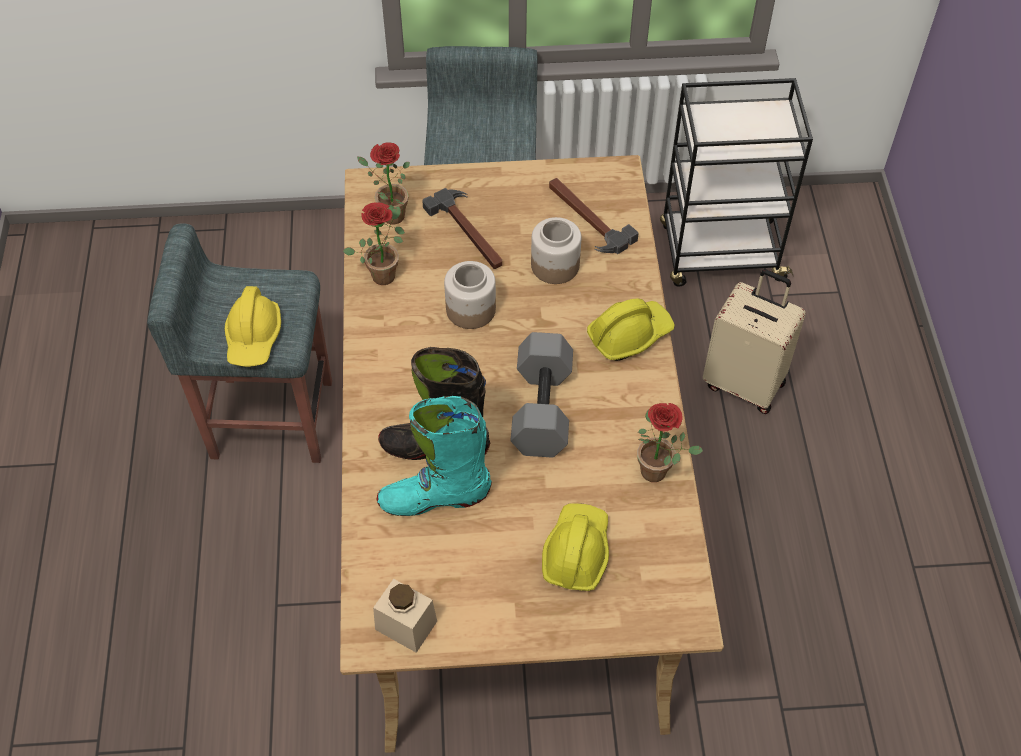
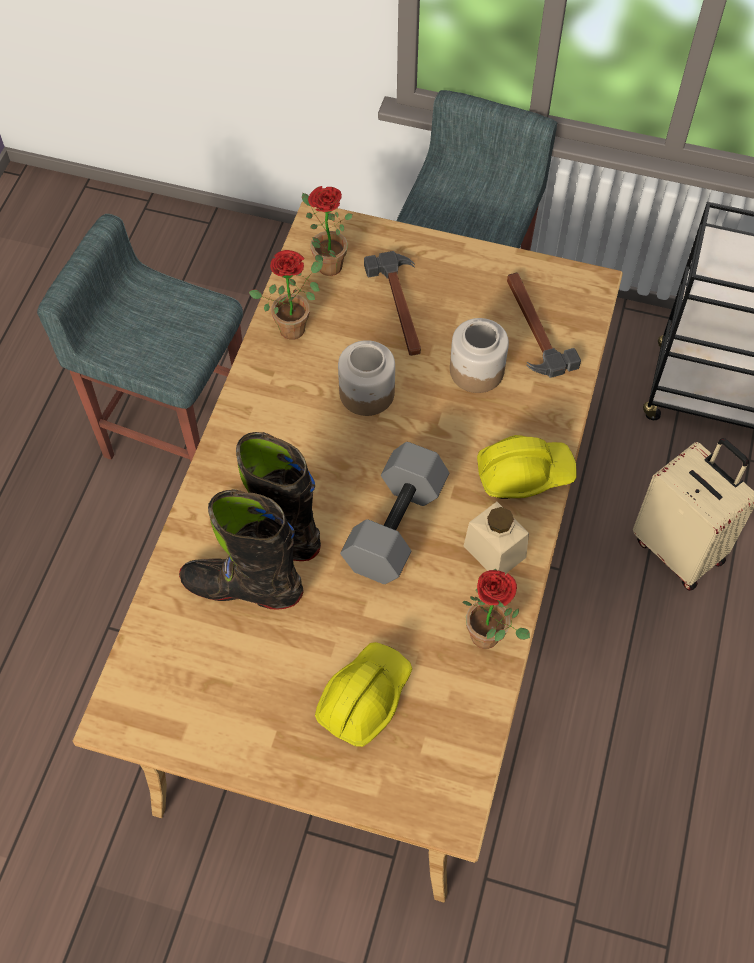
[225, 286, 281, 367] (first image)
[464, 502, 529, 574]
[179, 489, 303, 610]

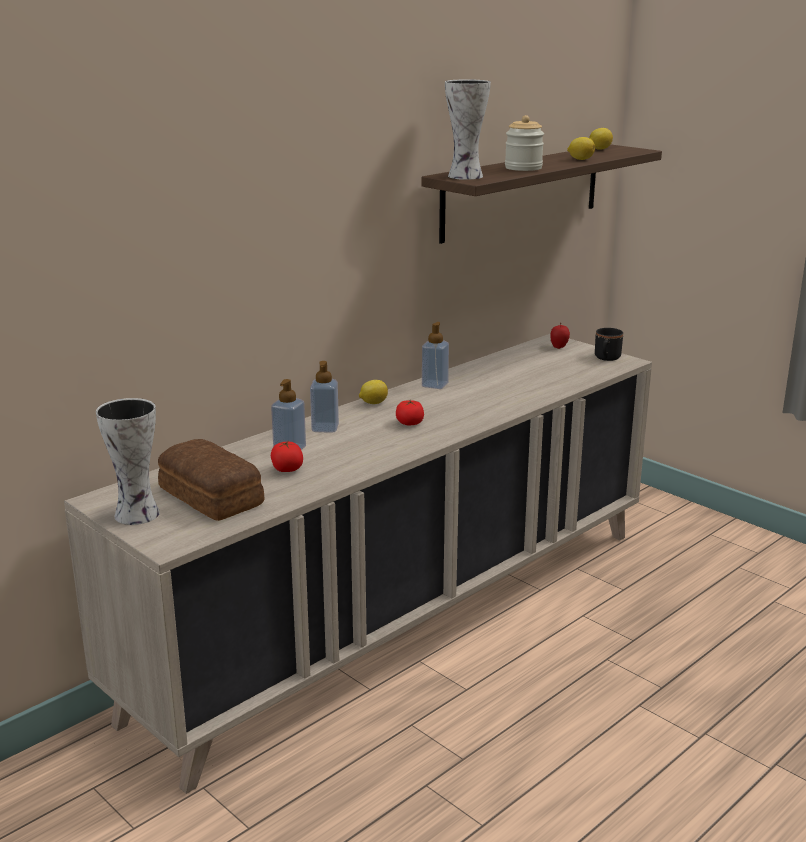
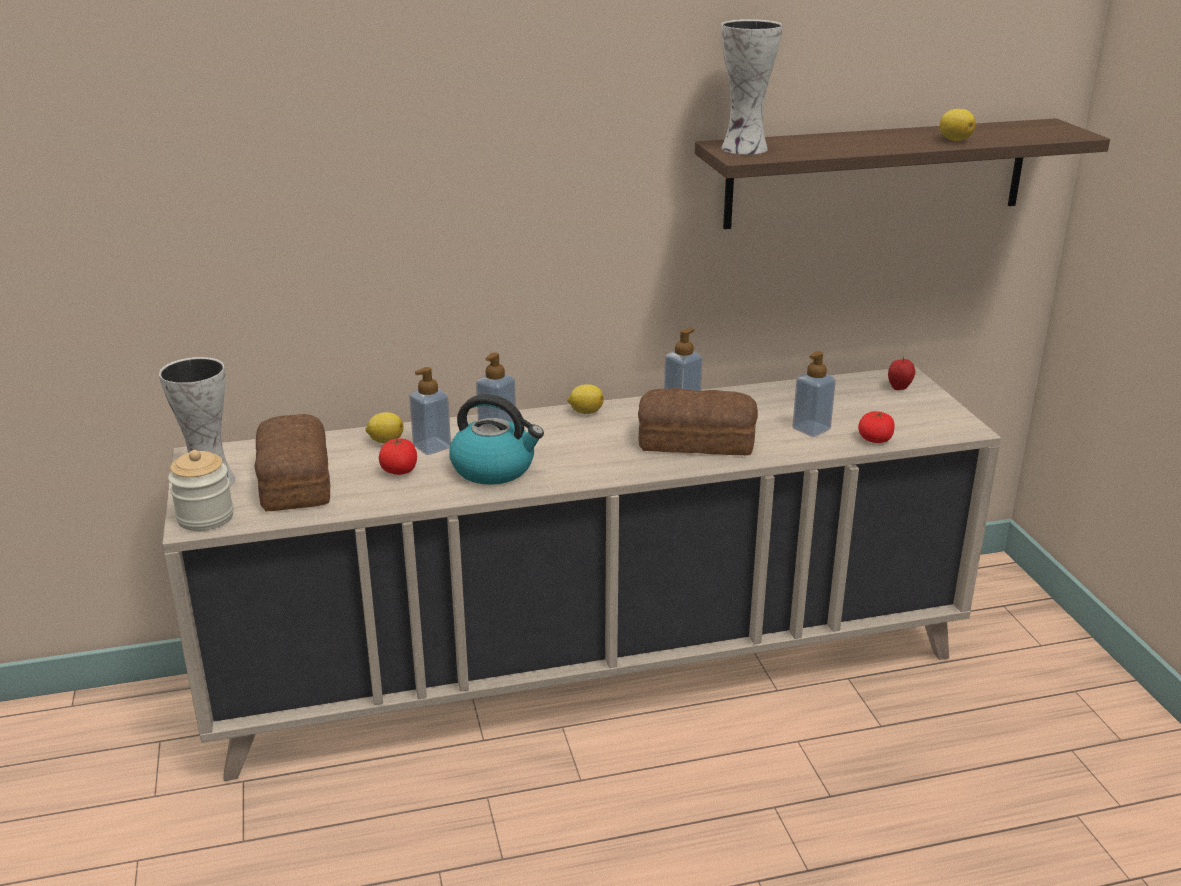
[858, 411, 895, 443]
[168, 450, 234, 531]
[365, 412, 404, 443]
[595, 328, 623, 361] (first image)
[449, 394, 544, 485]
[638, 388, 758, 455]
[792, 351, 836, 437]

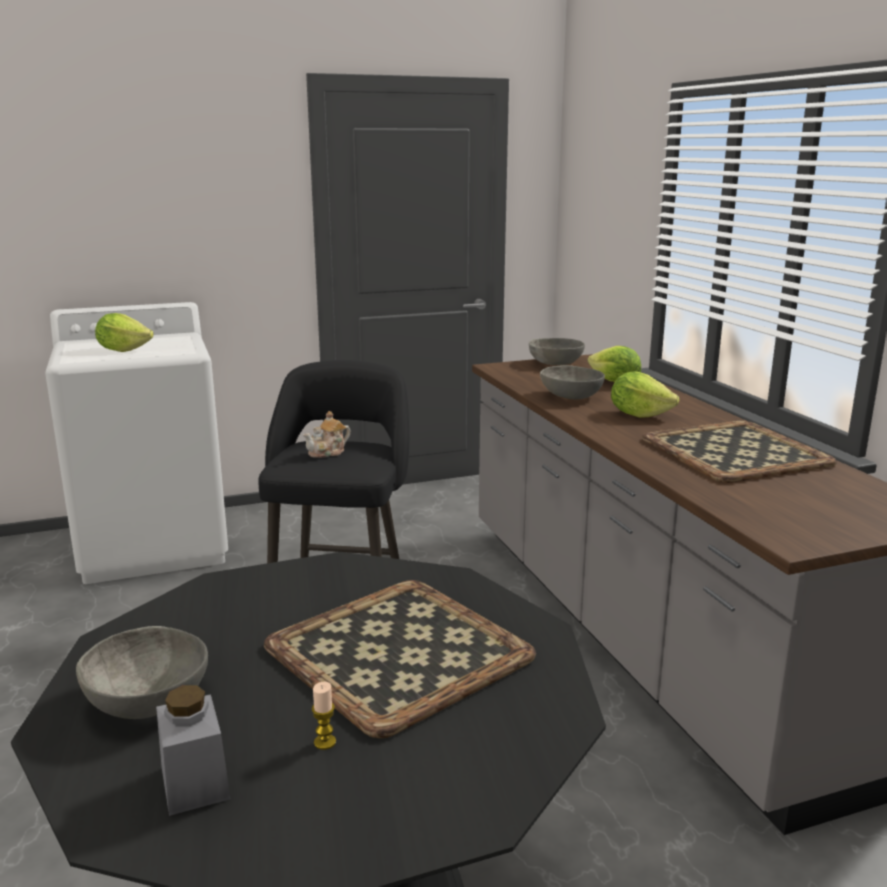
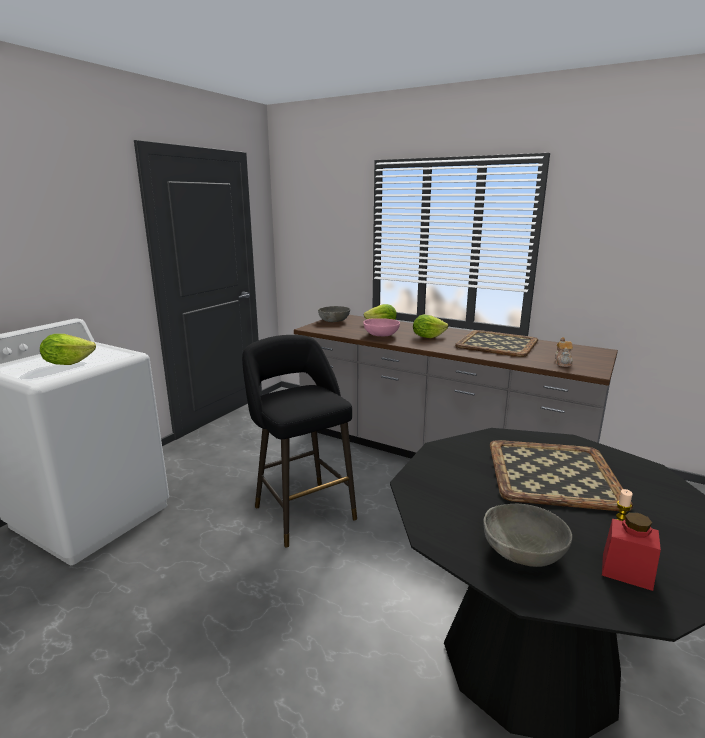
[602, 512, 661, 591]
[555, 337, 573, 367]
[363, 319, 400, 336]

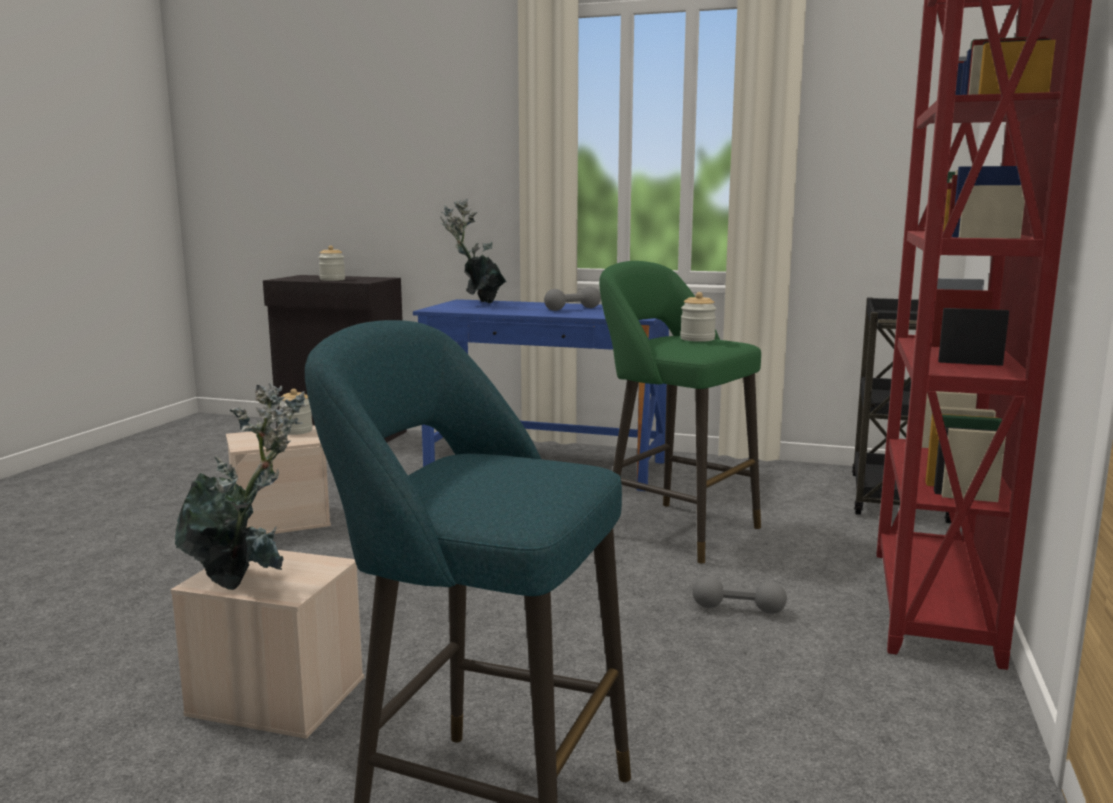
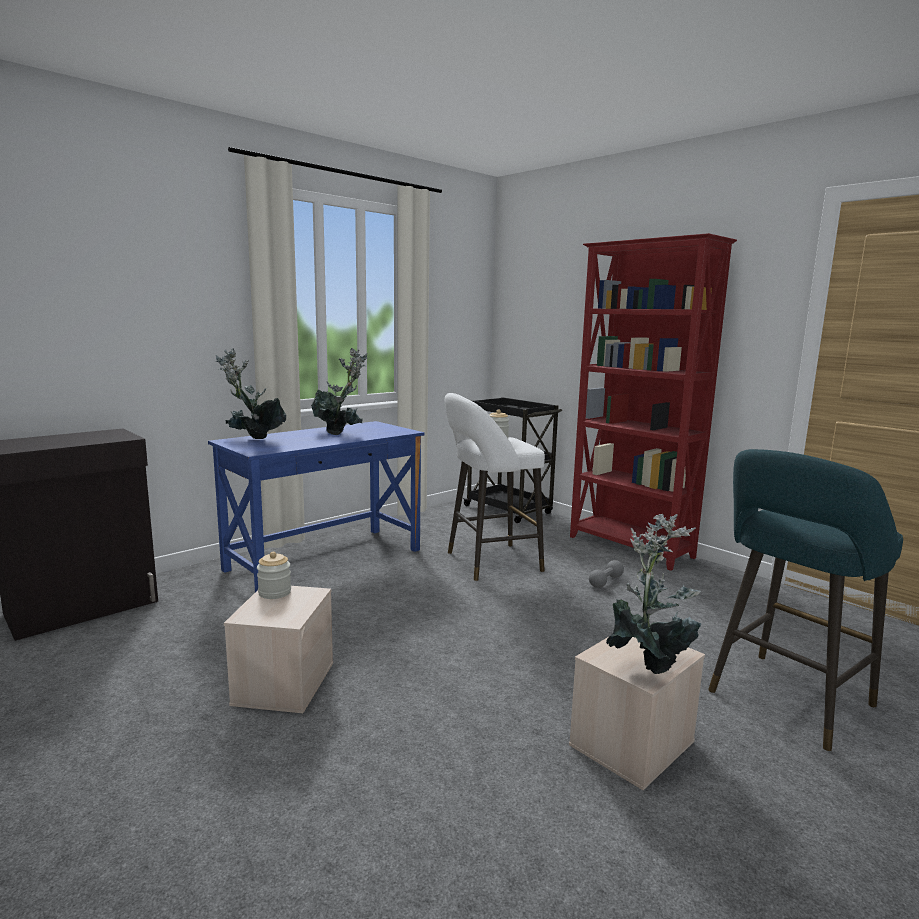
[318, 245, 345, 281] (first image)
[311, 348, 368, 435]
[445, 393, 545, 581]

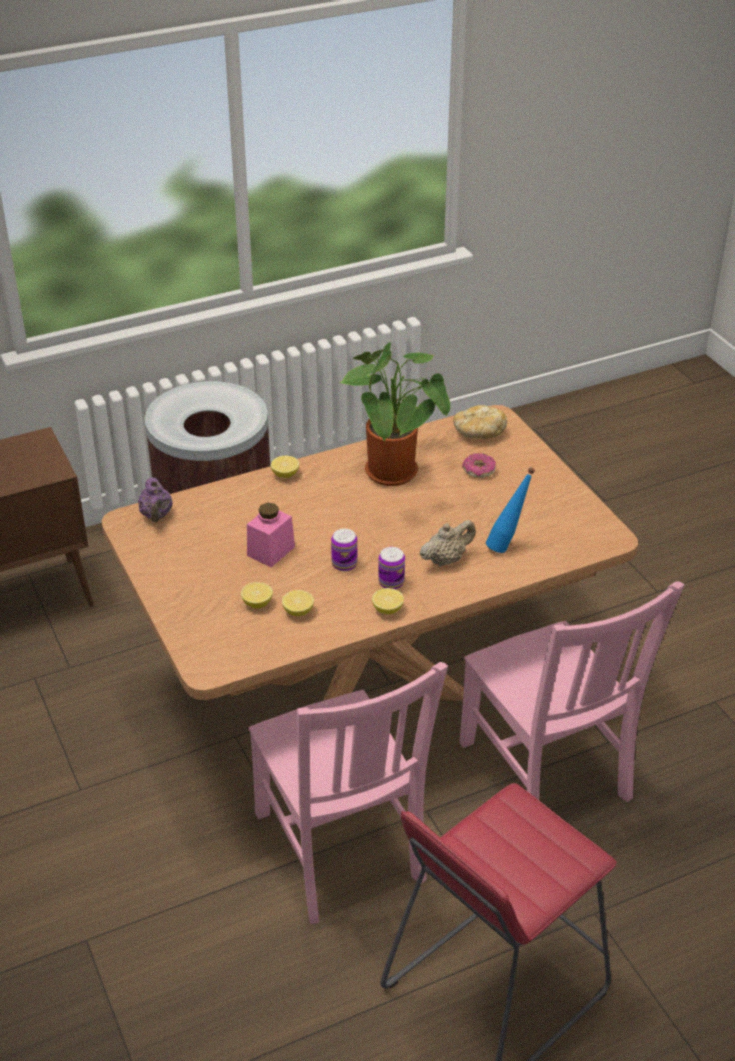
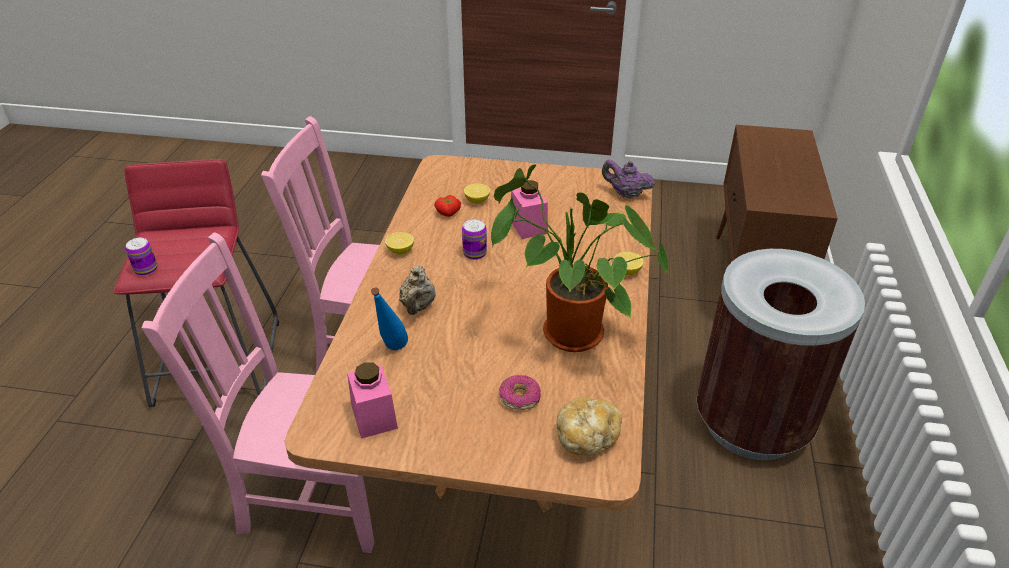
[434, 195, 461, 217]
[125, 238, 157, 276]
[347, 362, 398, 439]

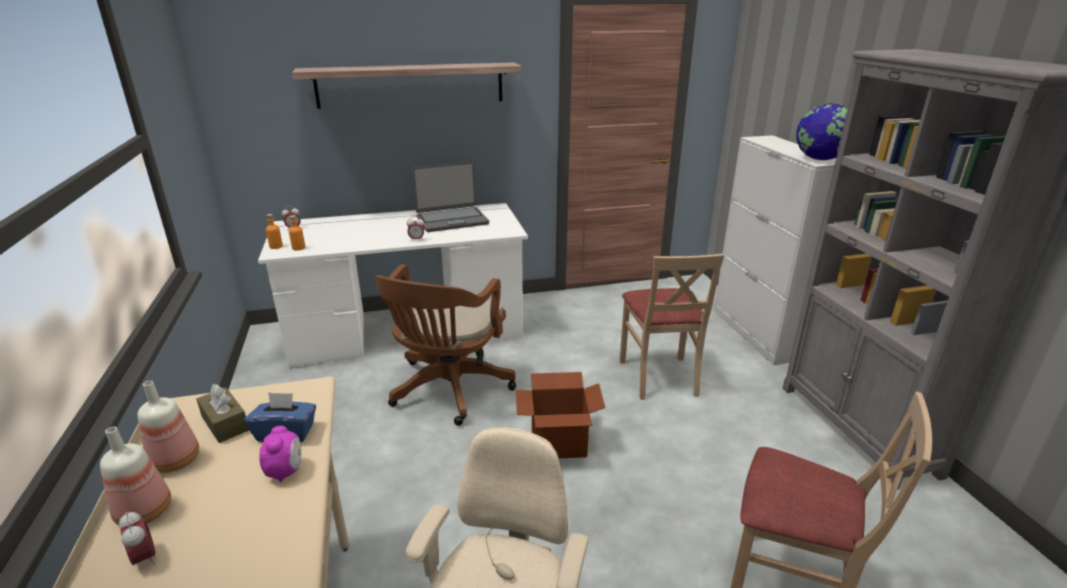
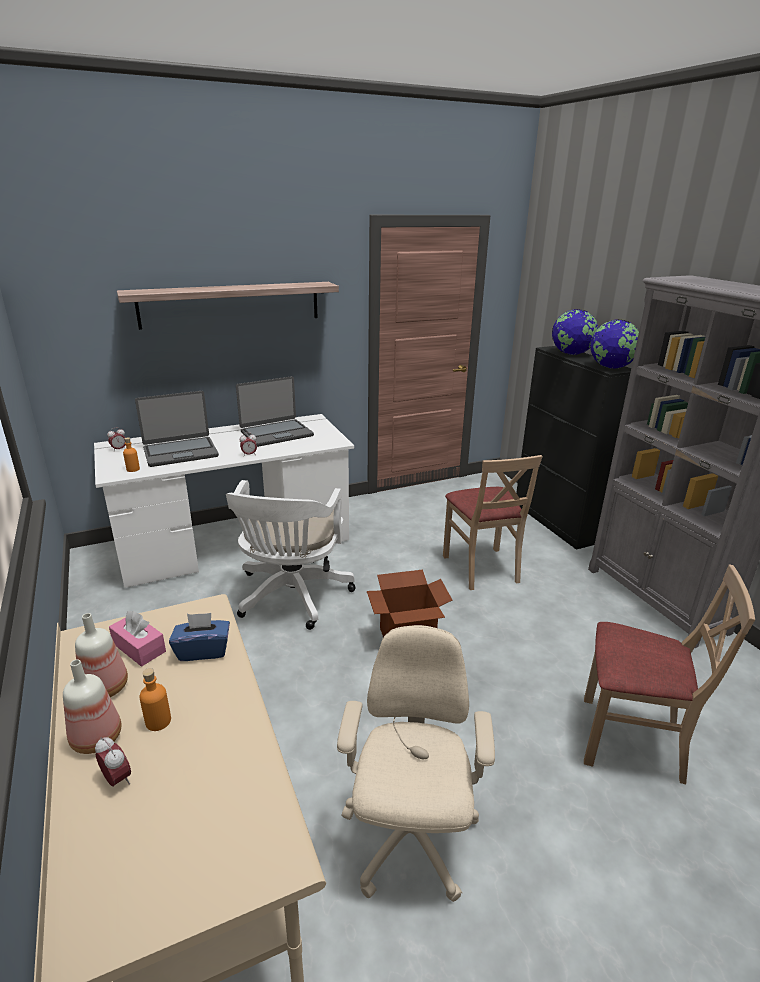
[109, 611, 166, 666]
[259, 426, 301, 483] (first image)
[139, 668, 171, 731]
[226, 480, 356, 630]
[516, 346, 631, 550]
[135, 391, 219, 467]
[552, 309, 598, 355]

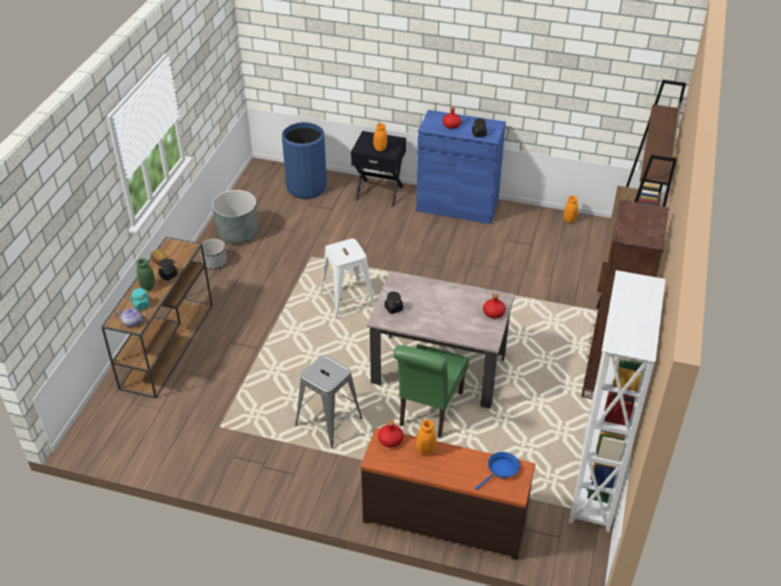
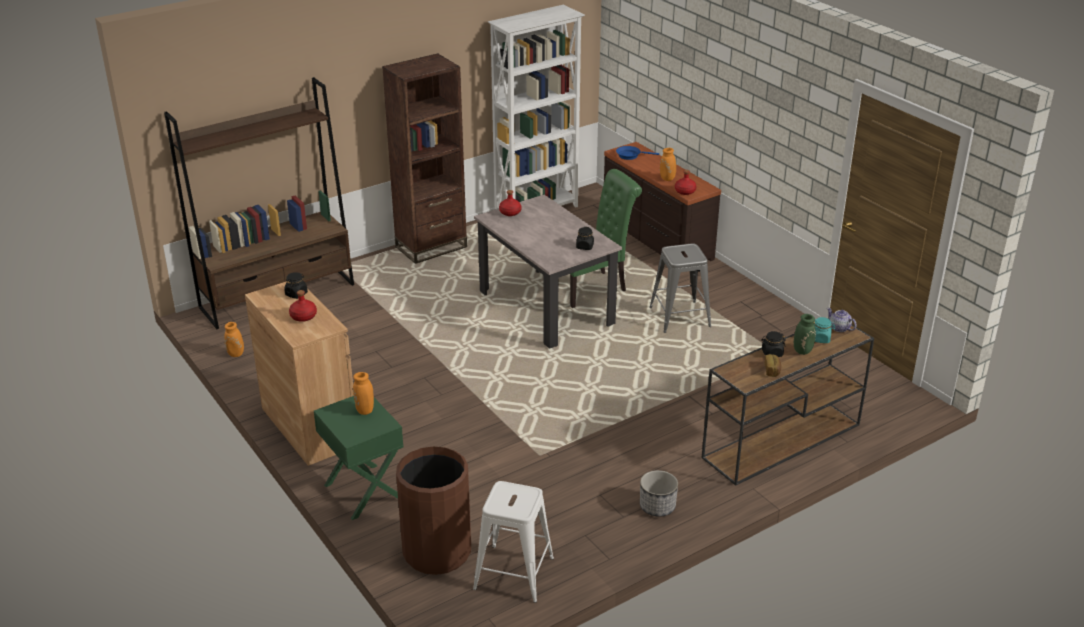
[212, 190, 258, 244] (first image)
[396, 446, 471, 575]
[473, 481, 554, 603]
[314, 396, 404, 520]
[245, 281, 354, 466]

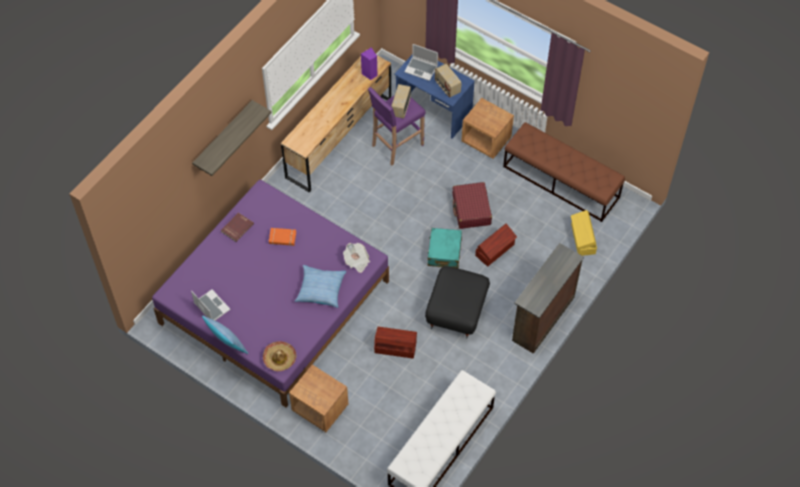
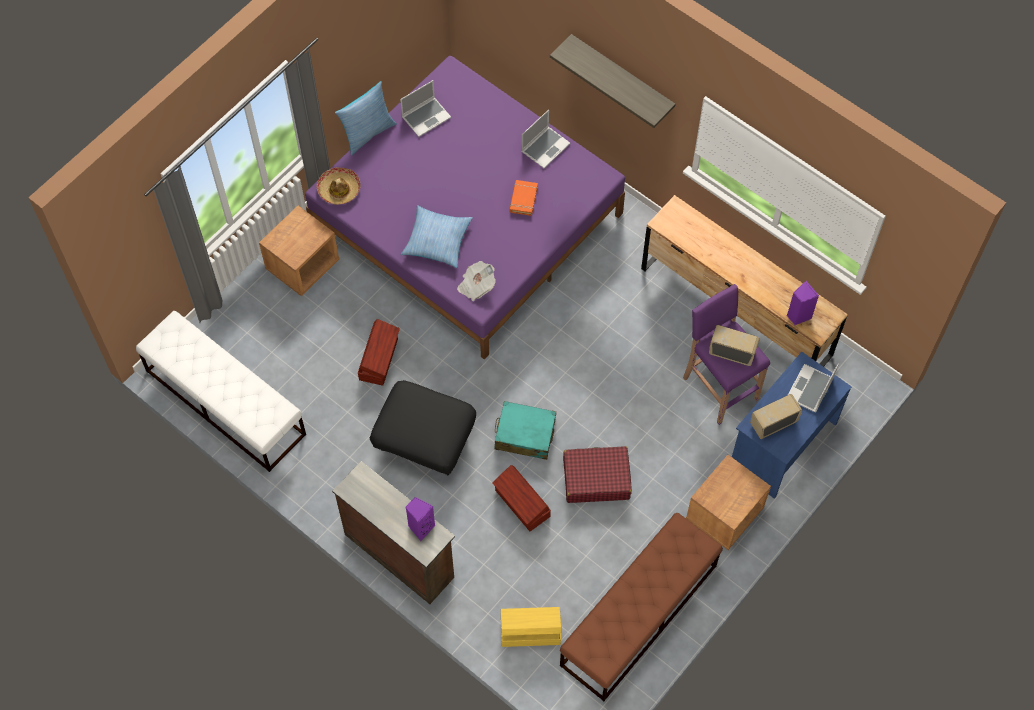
[521, 110, 570, 168]
[405, 497, 435, 541]

